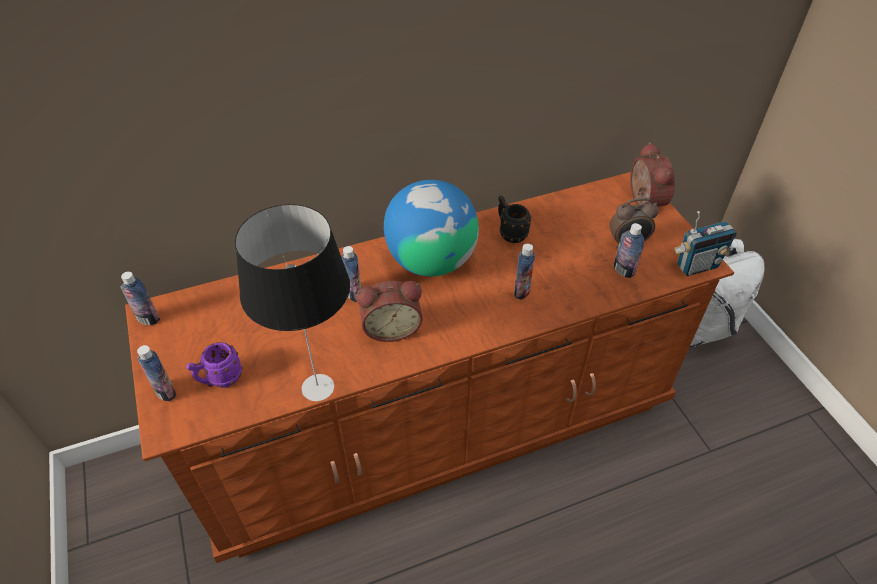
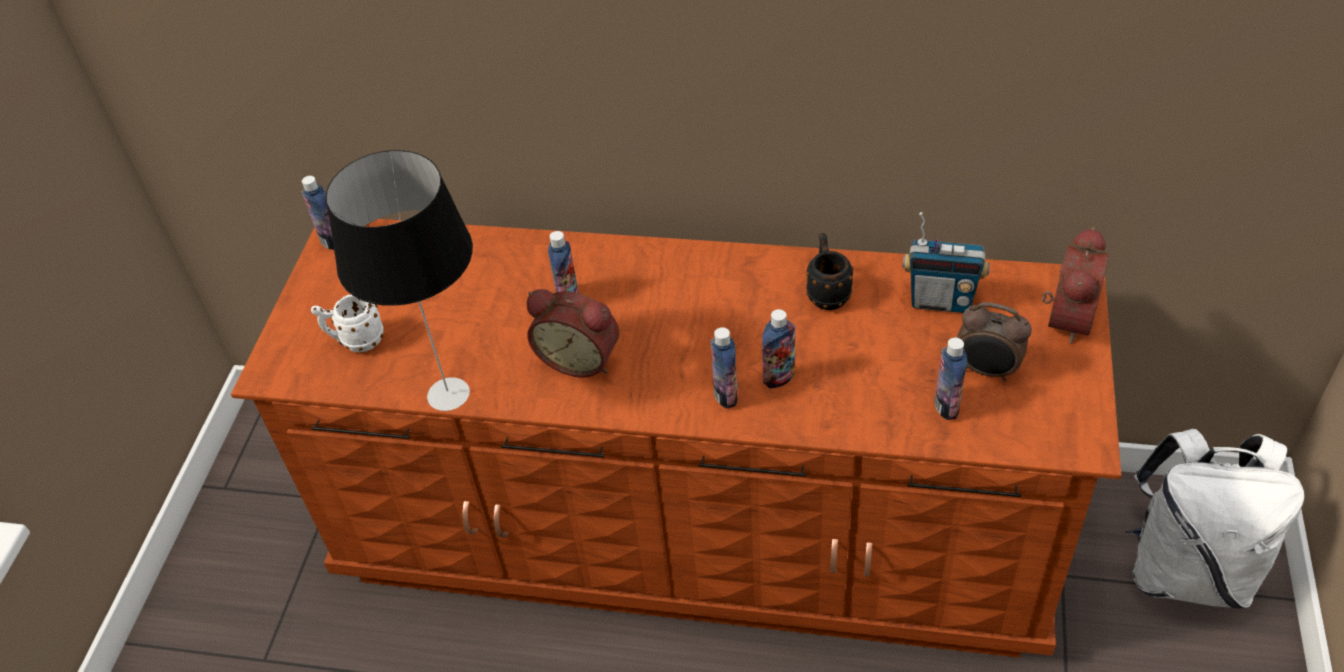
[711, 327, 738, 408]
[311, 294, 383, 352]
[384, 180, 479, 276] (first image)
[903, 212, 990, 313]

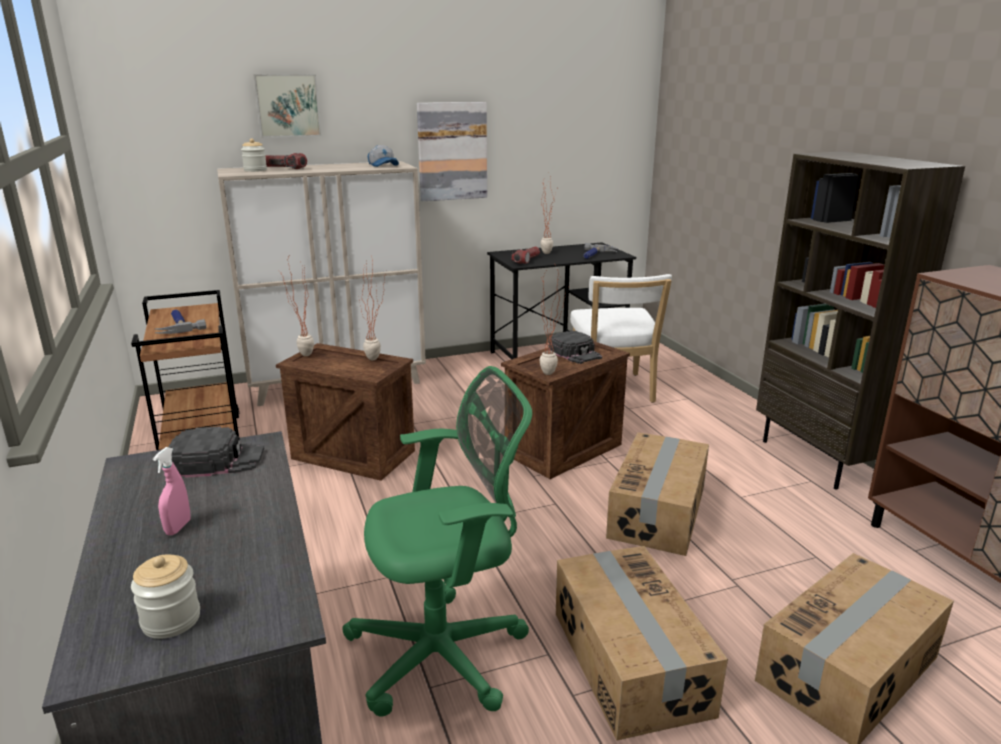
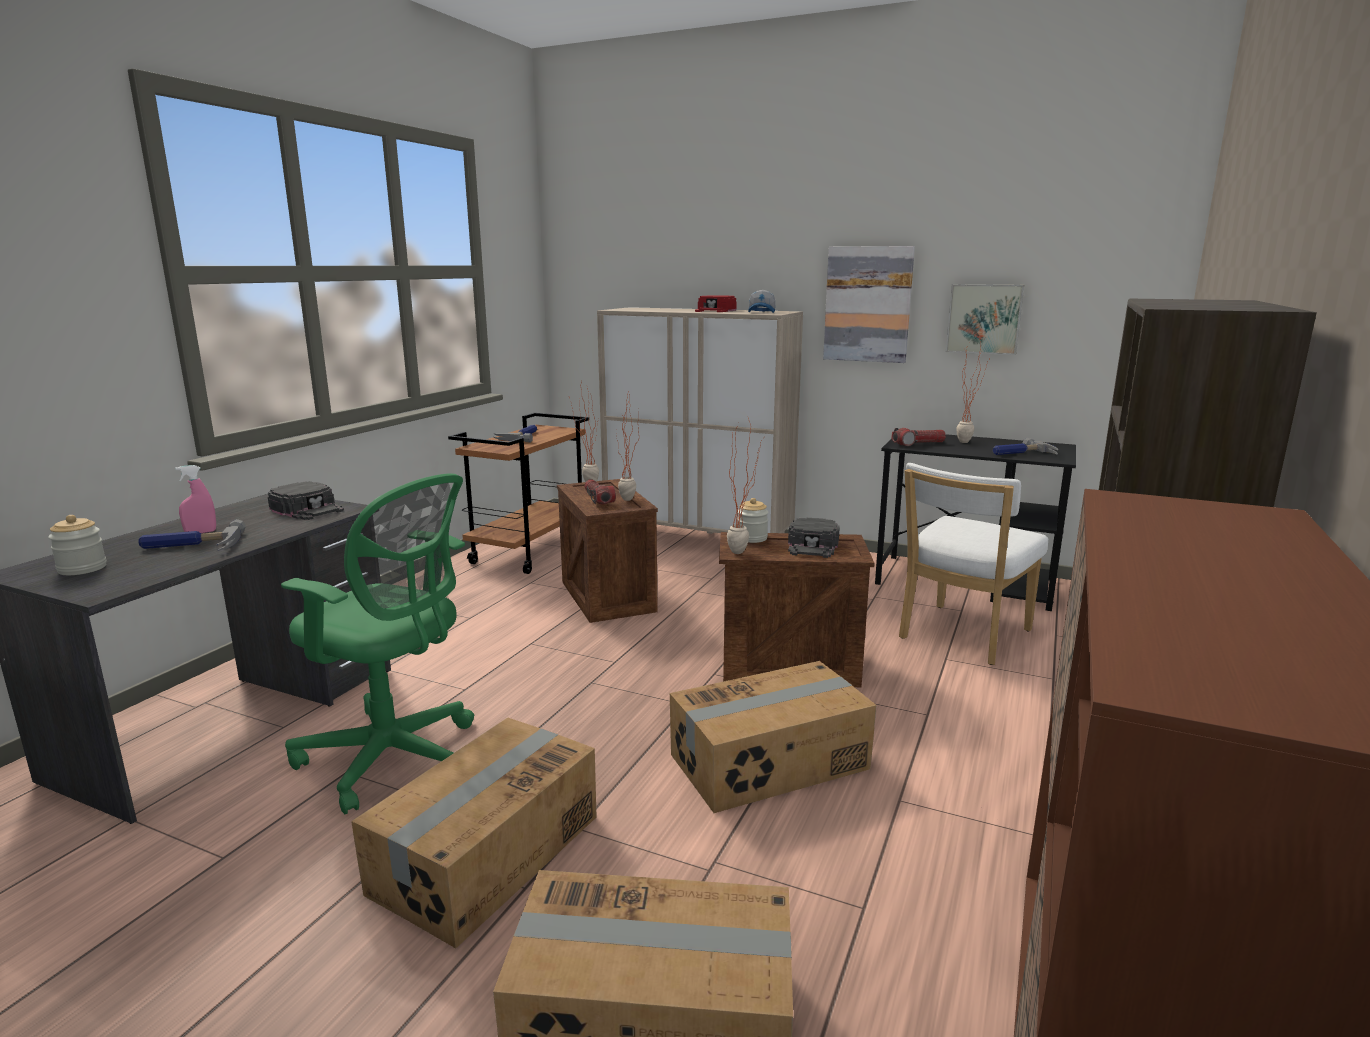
[737, 498, 769, 543]
[946, 284, 1024, 355]
[584, 479, 616, 504]
[138, 519, 246, 551]
[695, 295, 737, 312]

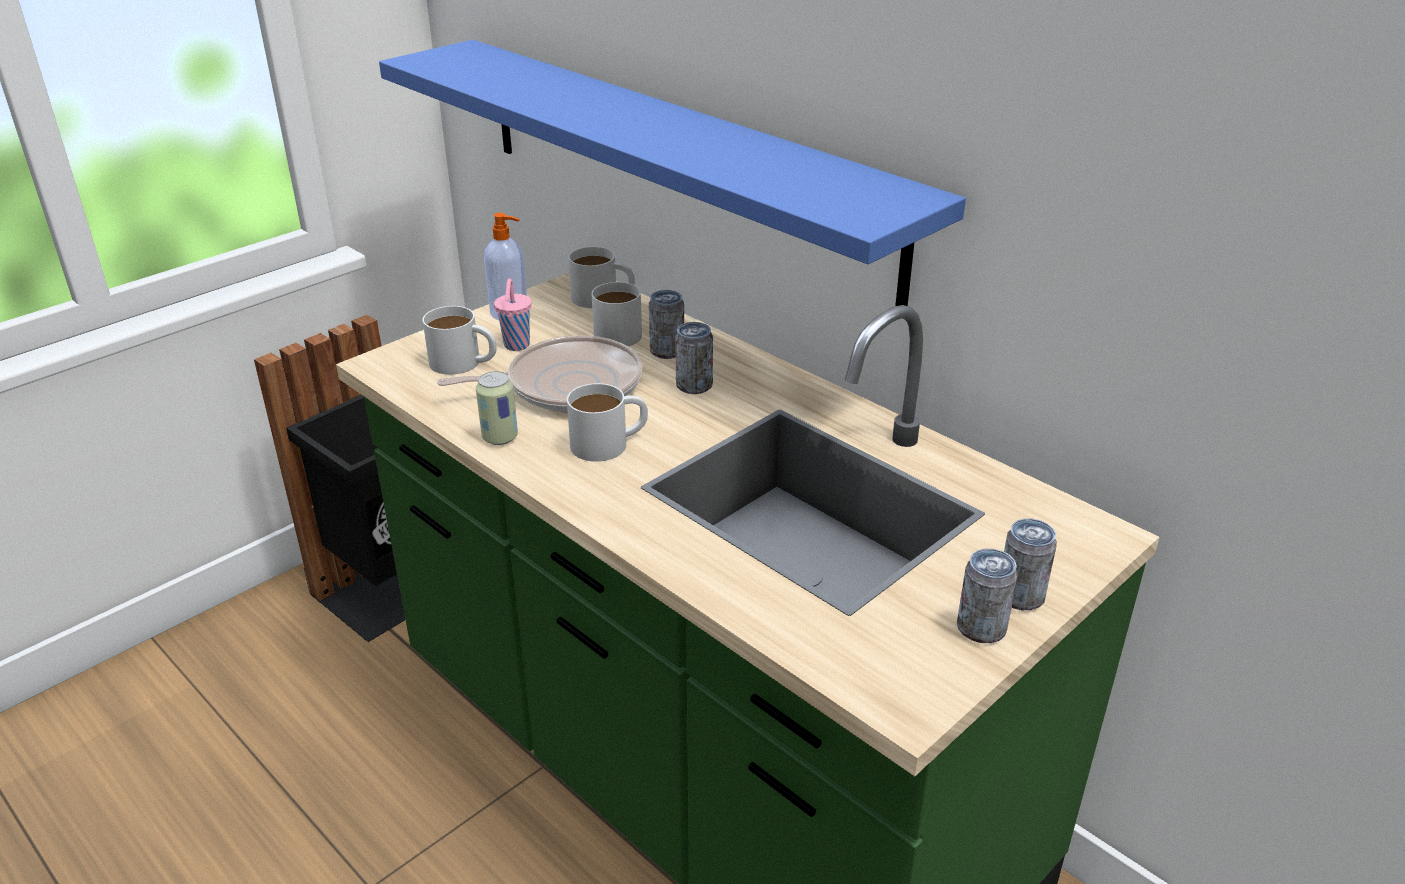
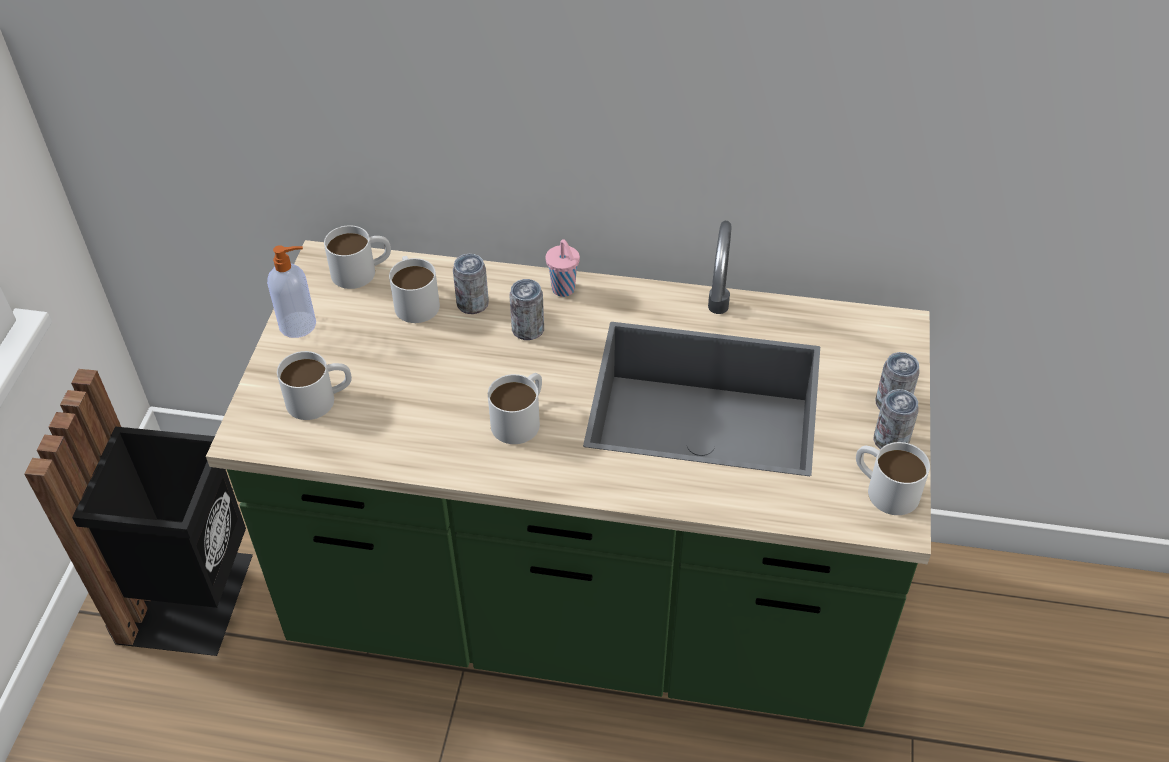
[379, 40, 966, 306] (first image)
[437, 335, 642, 412] (first image)
[476, 371, 518, 445] (first image)
[546, 239, 580, 297]
[856, 442, 930, 515]

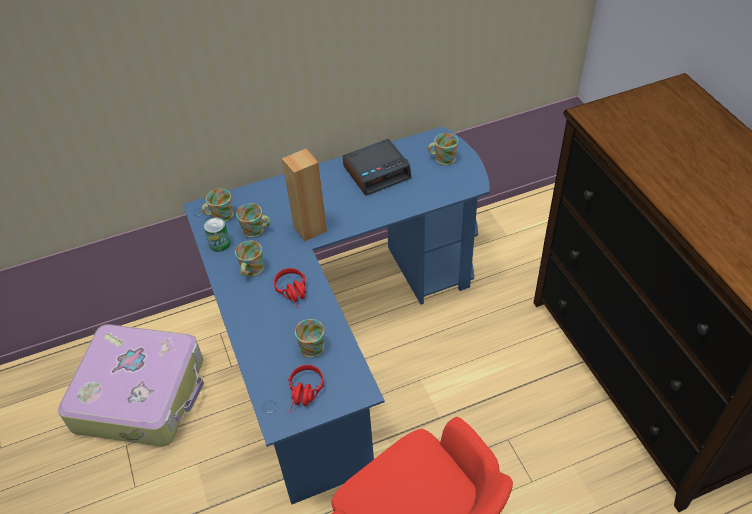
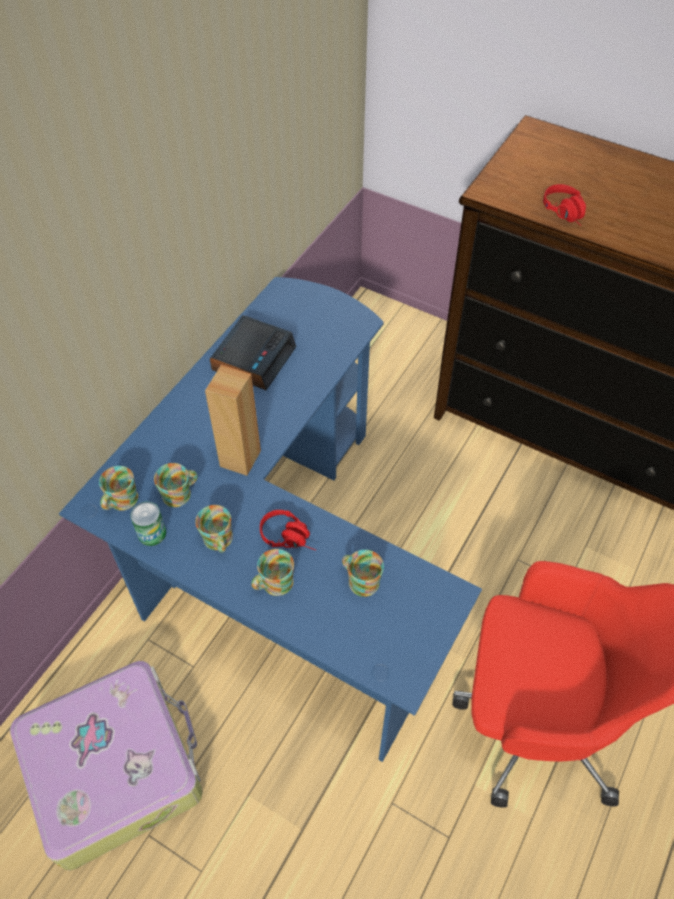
[543, 184, 586, 226]
[251, 549, 294, 596]

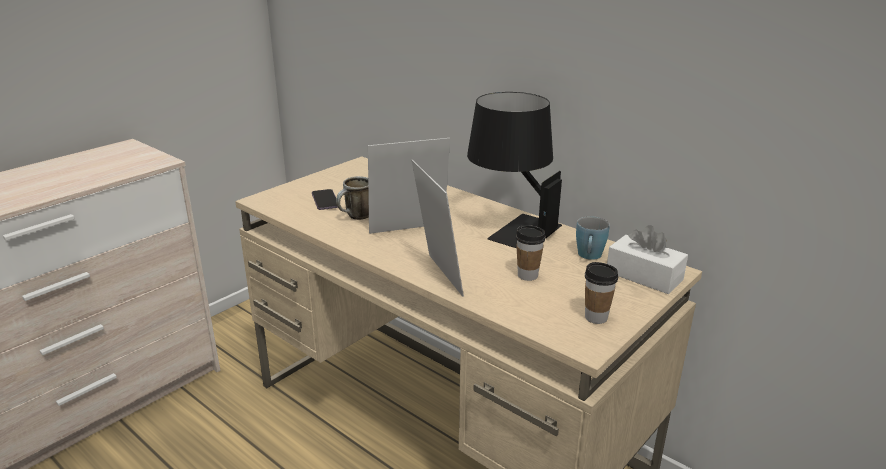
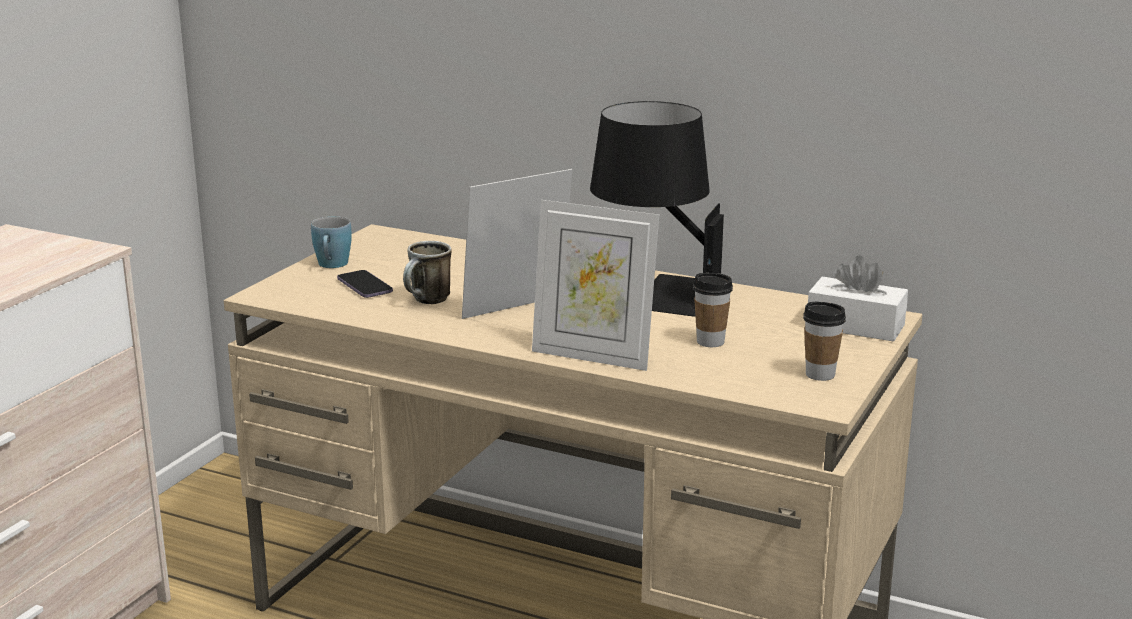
[532, 200, 659, 371]
[311, 216, 352, 268]

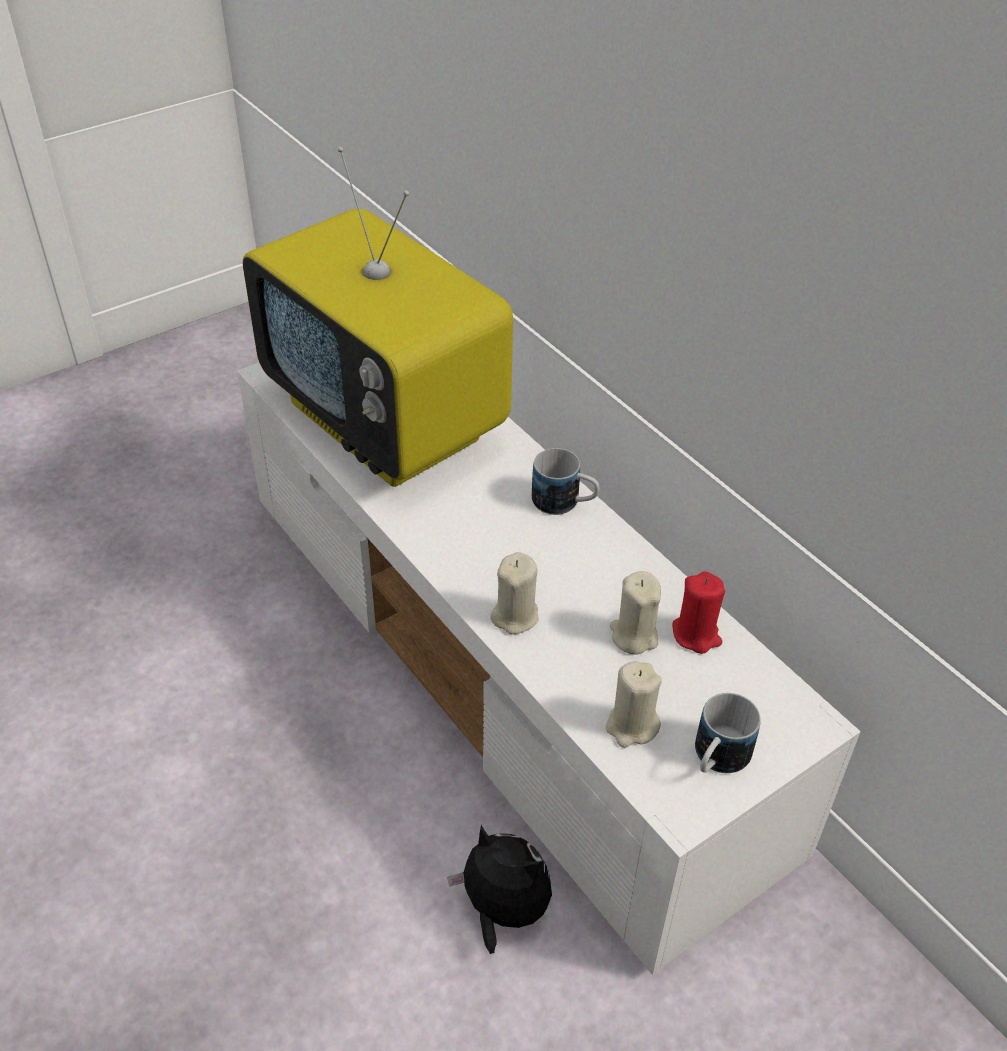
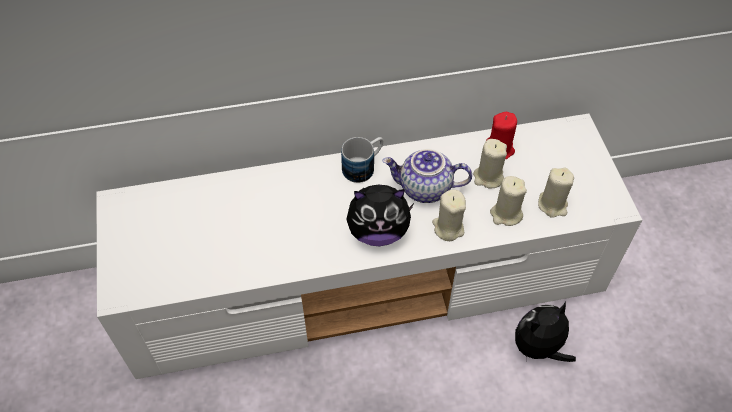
[243, 147, 513, 487] (first image)
[695, 693, 761, 773] (first image)
[346, 185, 414, 246]
[382, 149, 472, 203]
[490, 176, 527, 226]

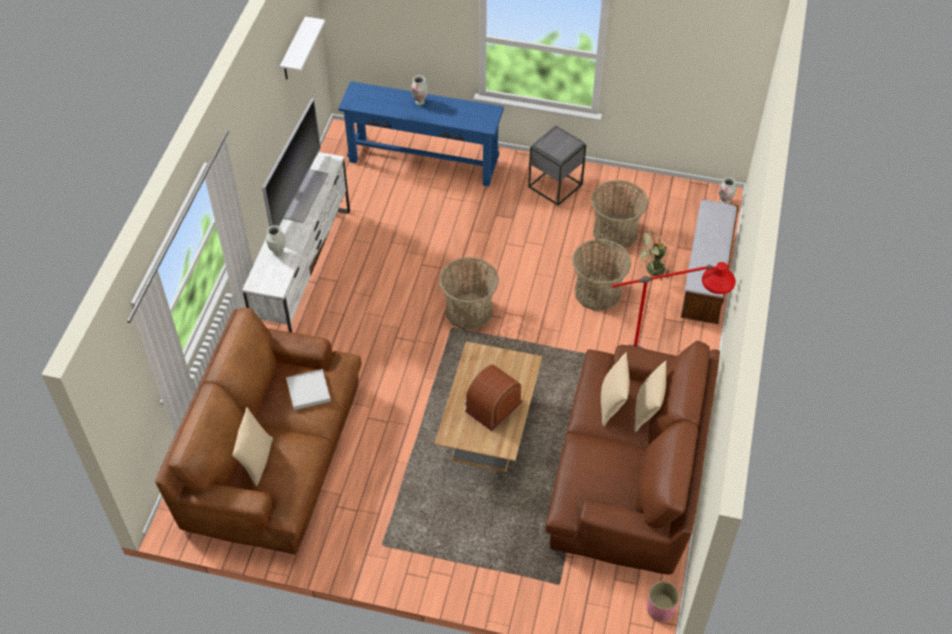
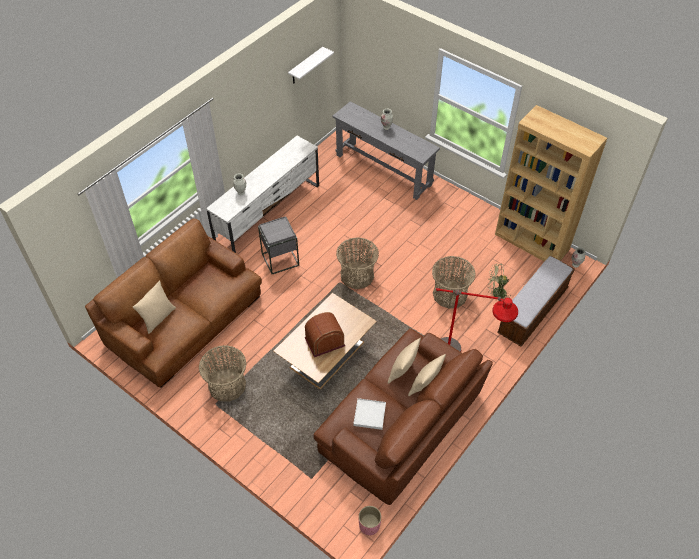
[262, 98, 328, 227] (first image)
[353, 398, 386, 430]
[332, 101, 440, 200]
[258, 216, 299, 274]
[199, 345, 247, 402]
[495, 105, 607, 262]

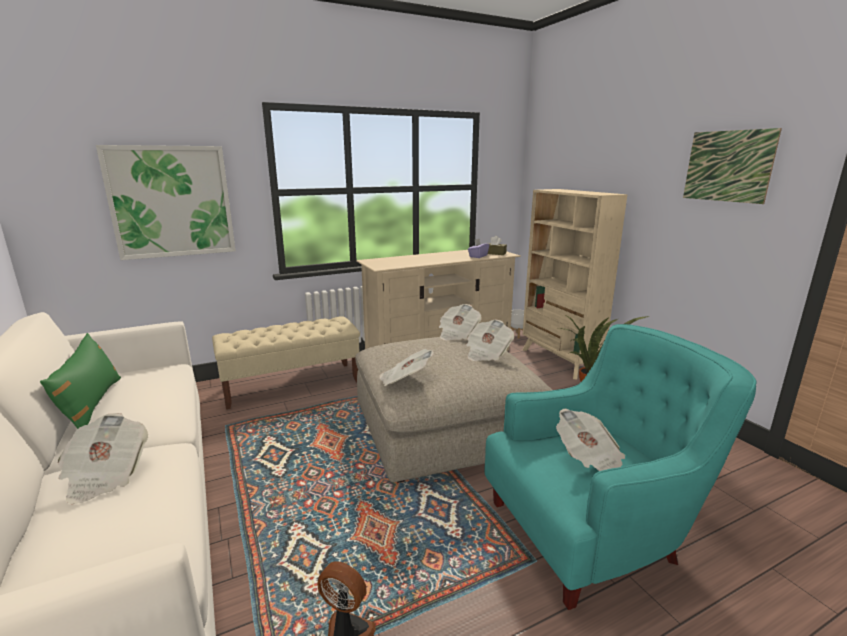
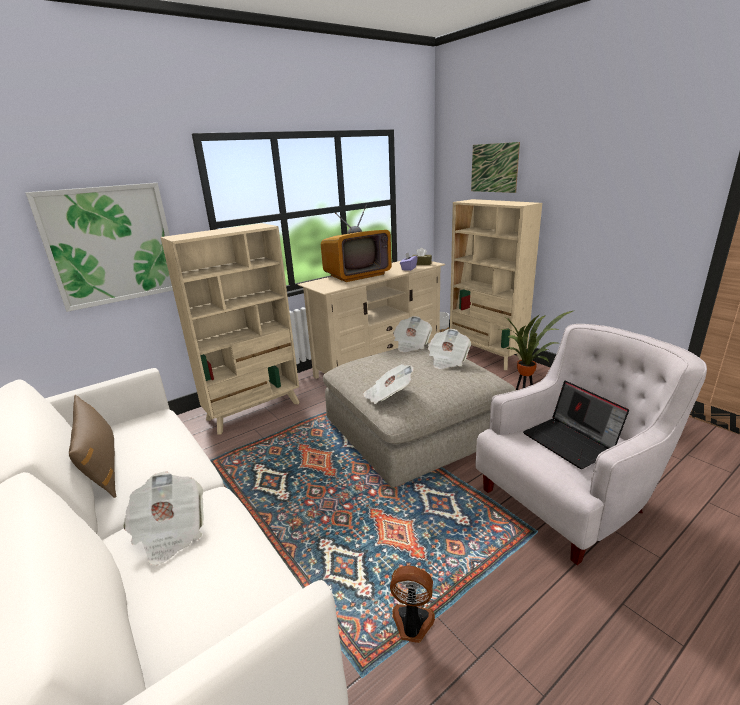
[69, 395, 116, 498]
[161, 223, 300, 435]
[475, 324, 707, 565]
[523, 381, 629, 469]
[471, 142, 520, 193]
[321, 205, 392, 282]

